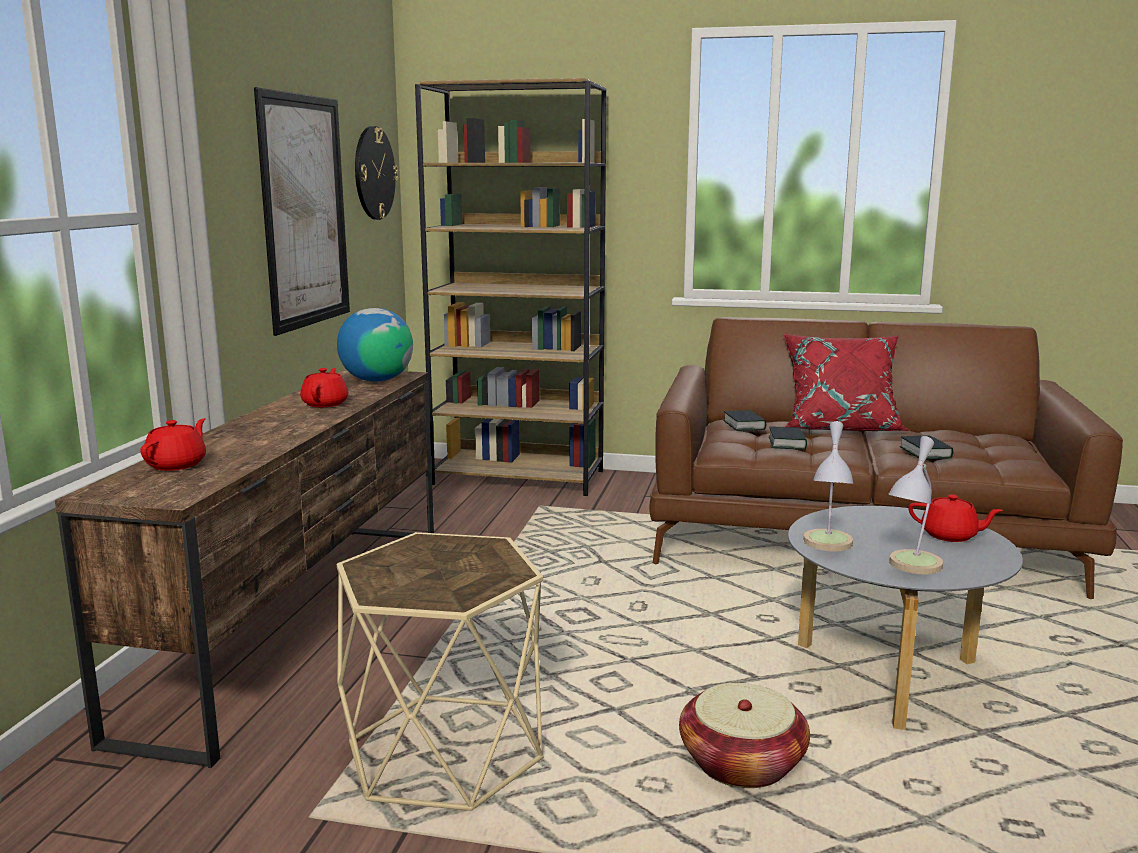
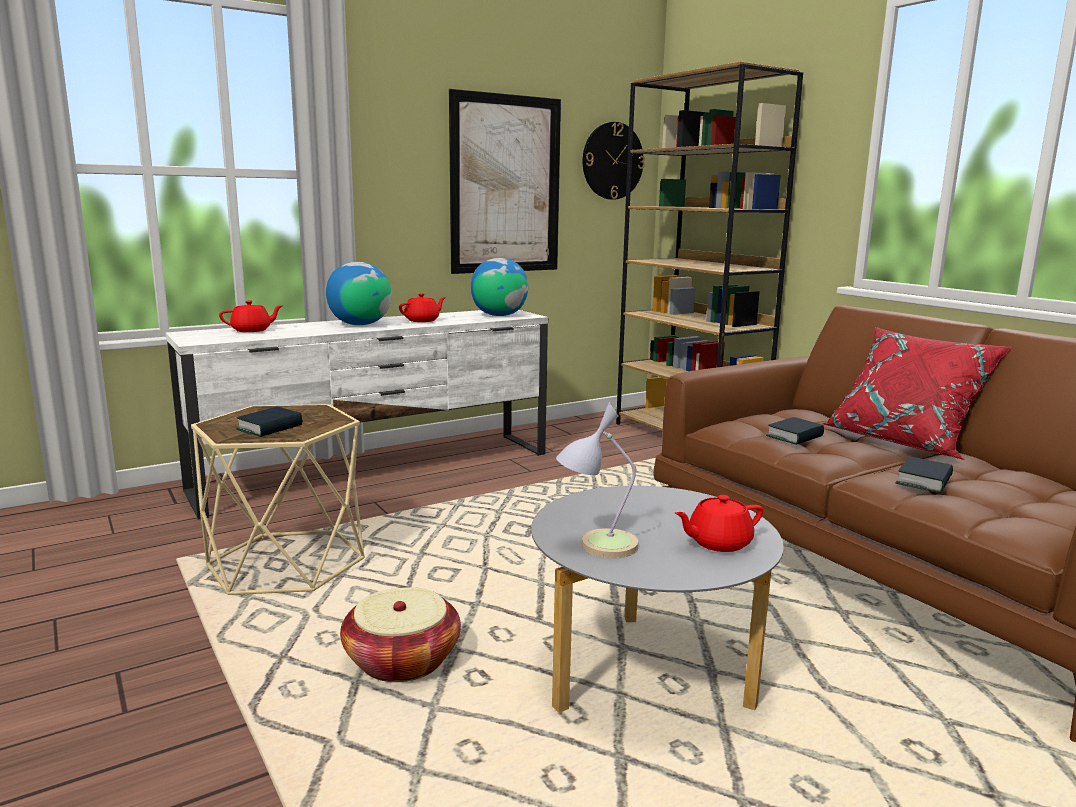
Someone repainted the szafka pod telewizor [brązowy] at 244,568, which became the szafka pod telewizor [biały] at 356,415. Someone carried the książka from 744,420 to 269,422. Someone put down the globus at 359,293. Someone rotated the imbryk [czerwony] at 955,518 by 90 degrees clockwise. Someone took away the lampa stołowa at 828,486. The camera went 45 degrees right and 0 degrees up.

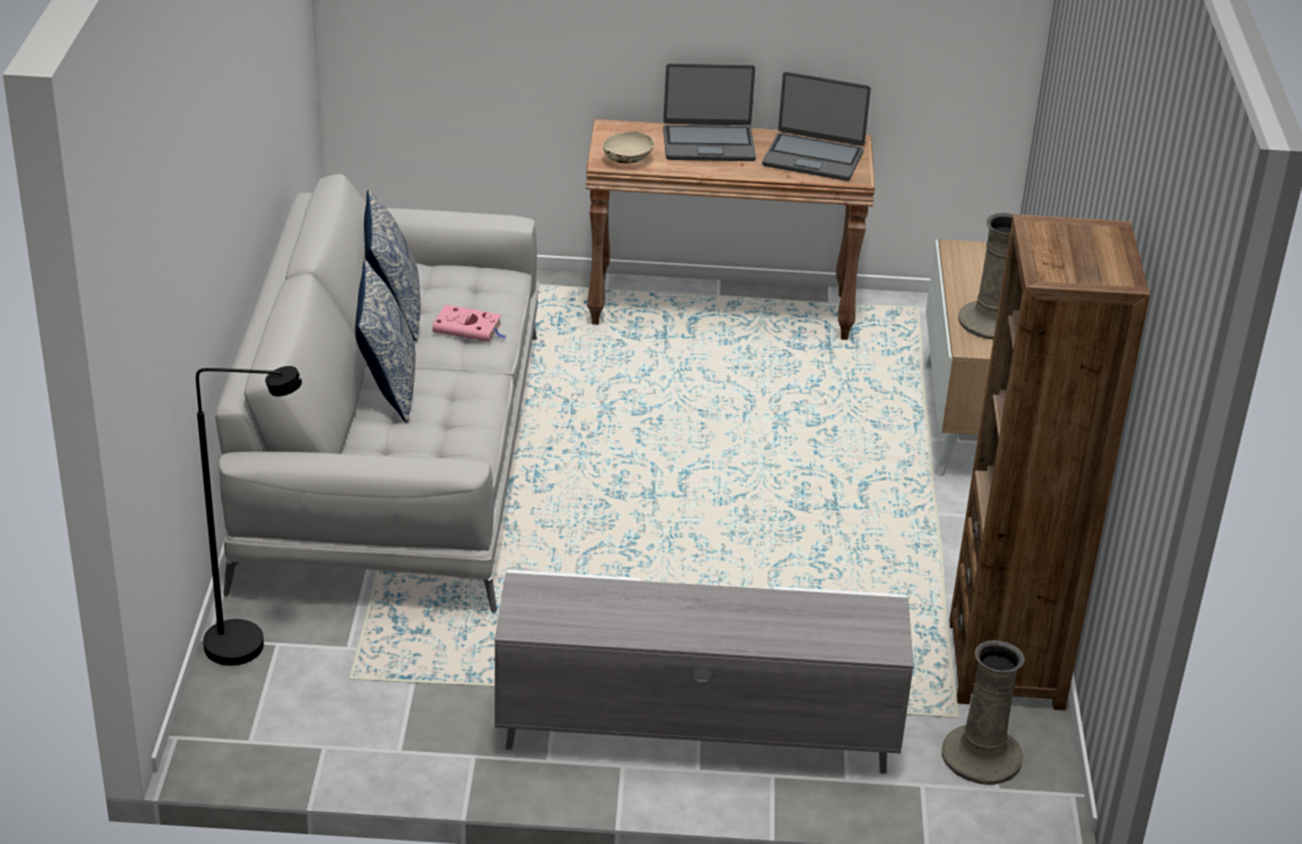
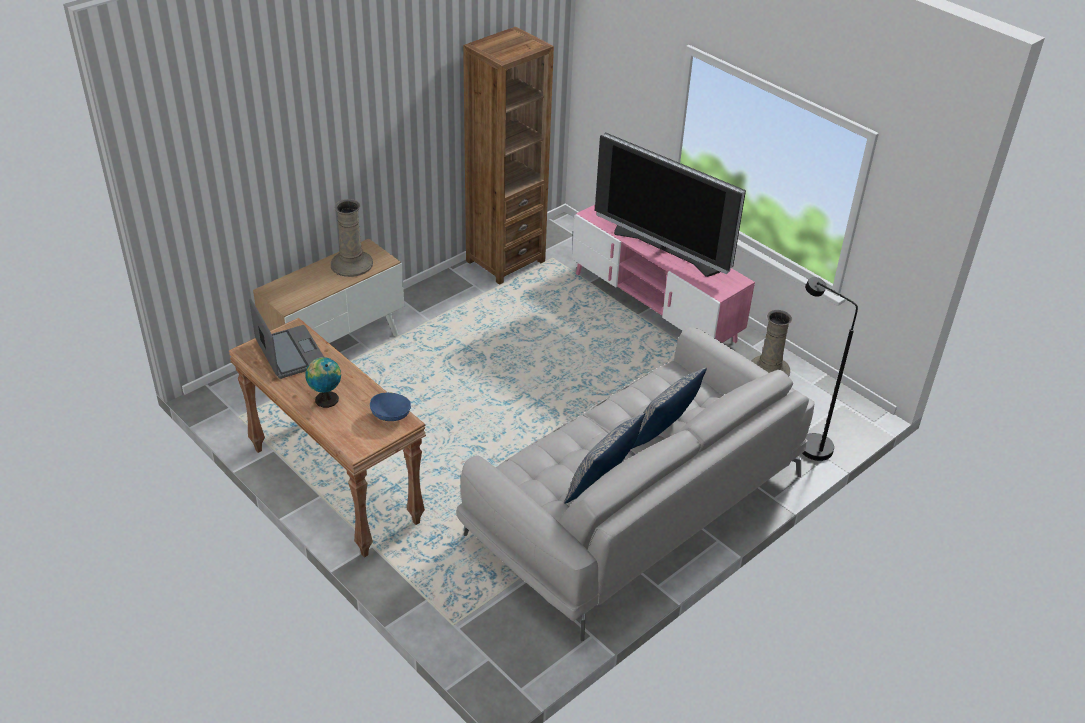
Someone swapped the laptop at 709,112 for the globus at 323,382. Someone repainted the miska [beżowy] at 628,147, which became the miska [niebieski] at 390,406. Someone repainted the szafka pod telewizor [szary] at 704,672, which became the szafka pod telewizor [różowy] at 663,274. Someone put down the telewizor at 670,204. Someone carried the wazon [beżowy] from 983,712 to 771,343. Someone took away the książka [różowy] at 469,323. The camera went 135 degrees left and 5 degrees up.

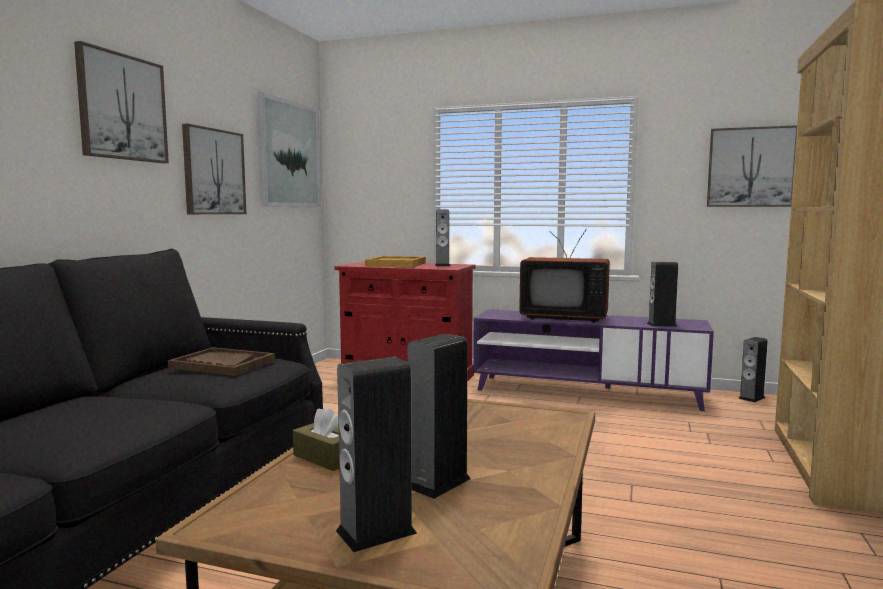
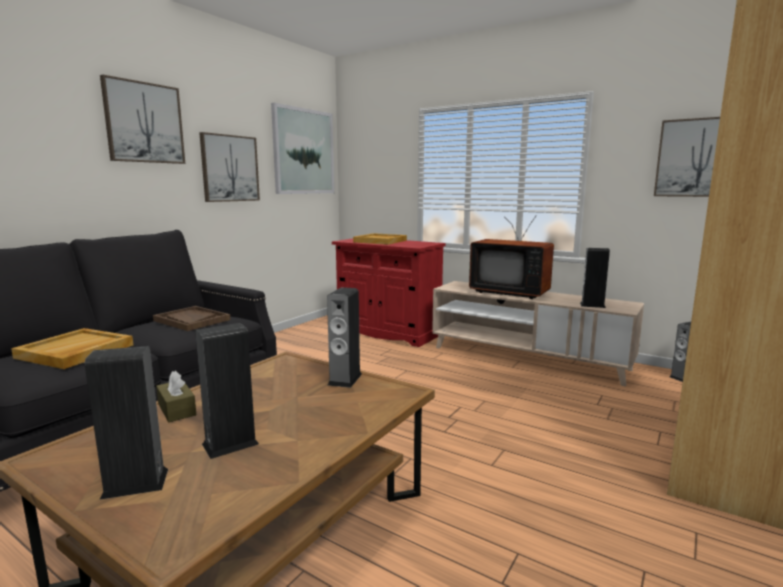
Someone put down the taca [beżowy] at 72,348. Someone carried the głośnik from 442,237 to 344,337. Someone repainted the szafka pod telewizor [fioletowy] at 593,360, which became the szafka pod telewizor [beżowy] at 538,334. The camera went 15 degrees right and 5 degrees up.

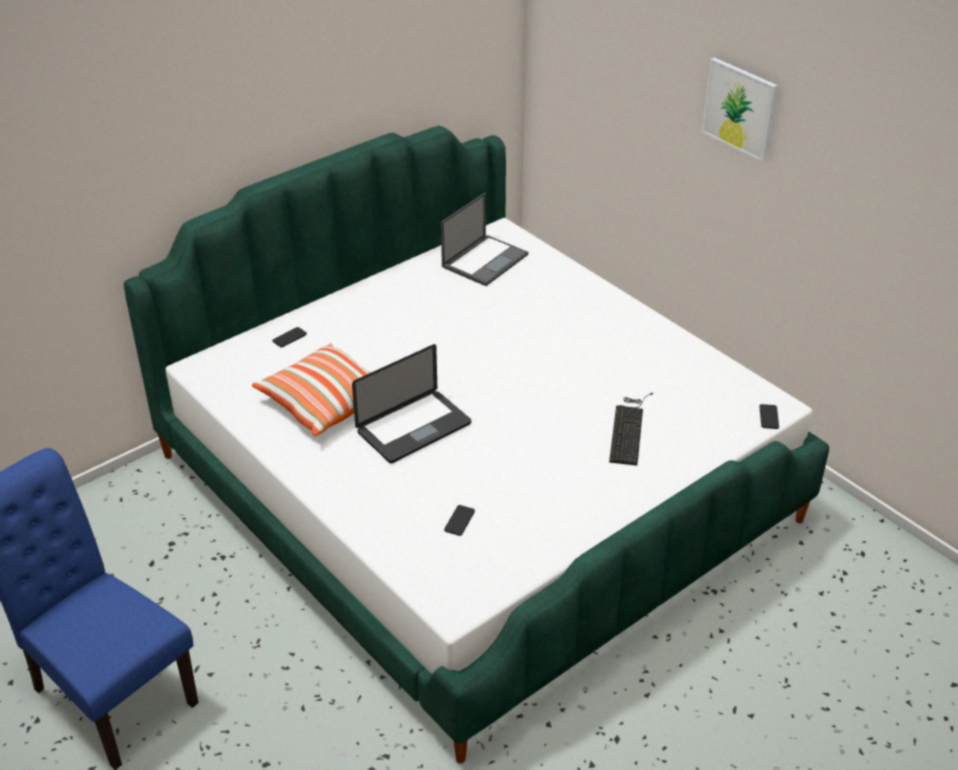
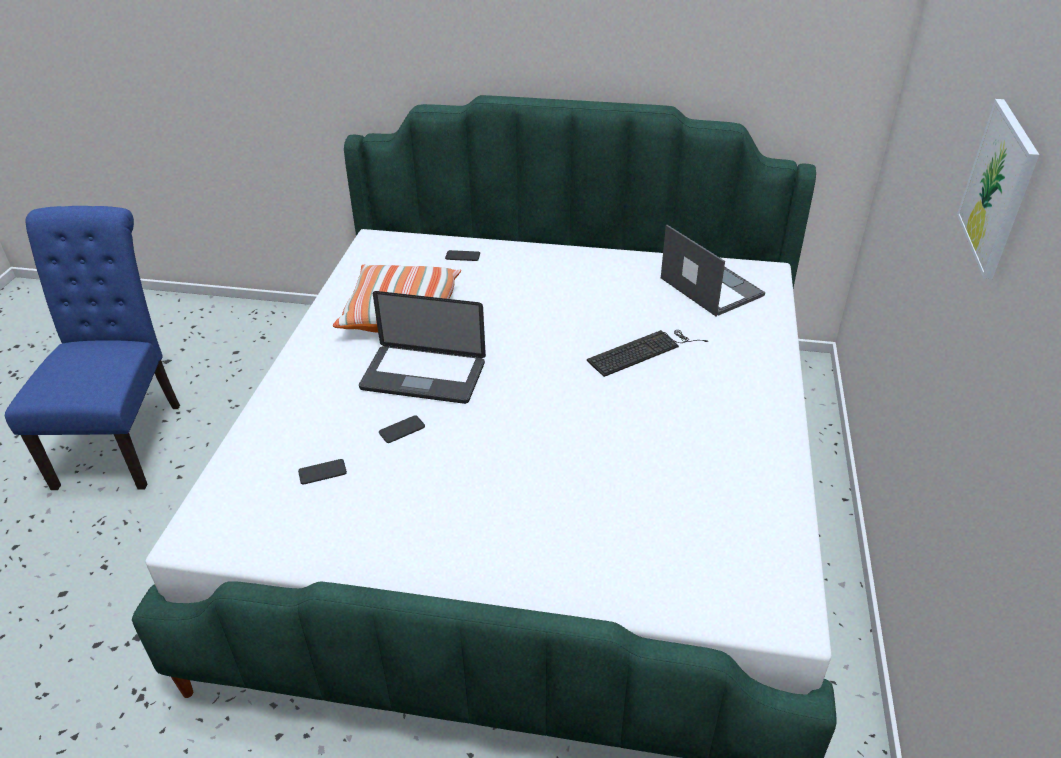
Someone carried the telefon from 769,416 to 402,429. Someone carried the klawiatura from 631,429 to 647,353. Someone rotated the laptop at 484,239 by 120 degrees counterclockwise. The camera went 50 degrees right and 0 degrees up.

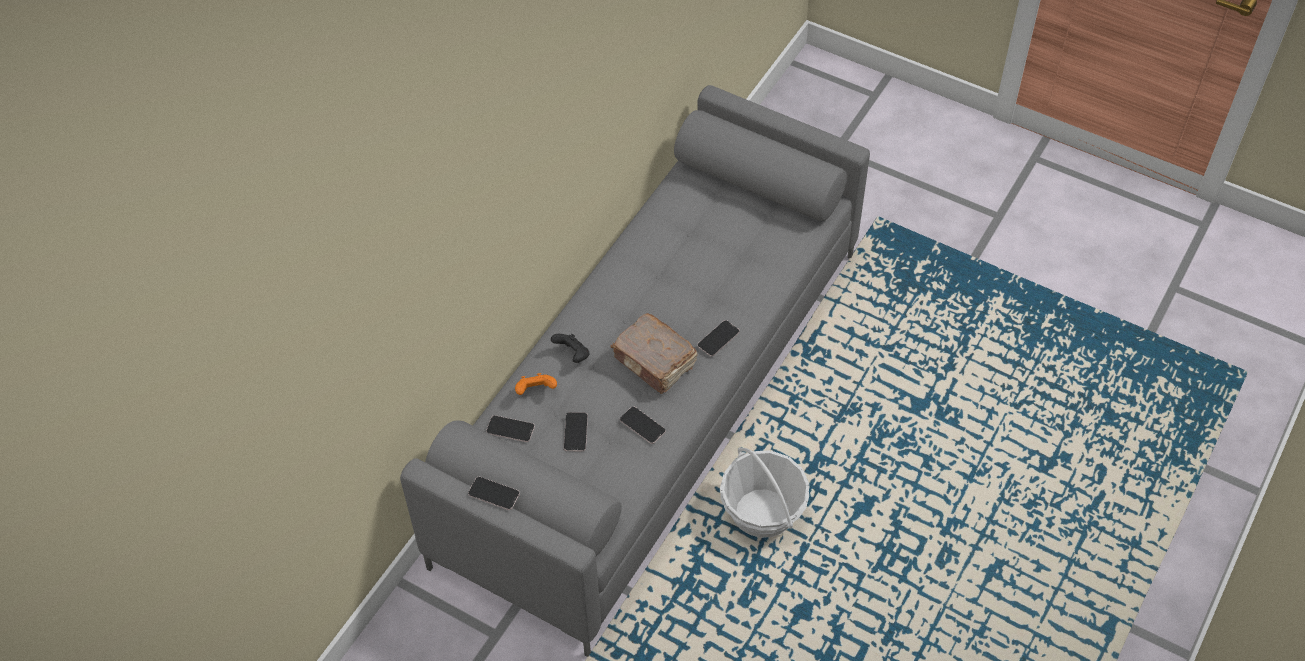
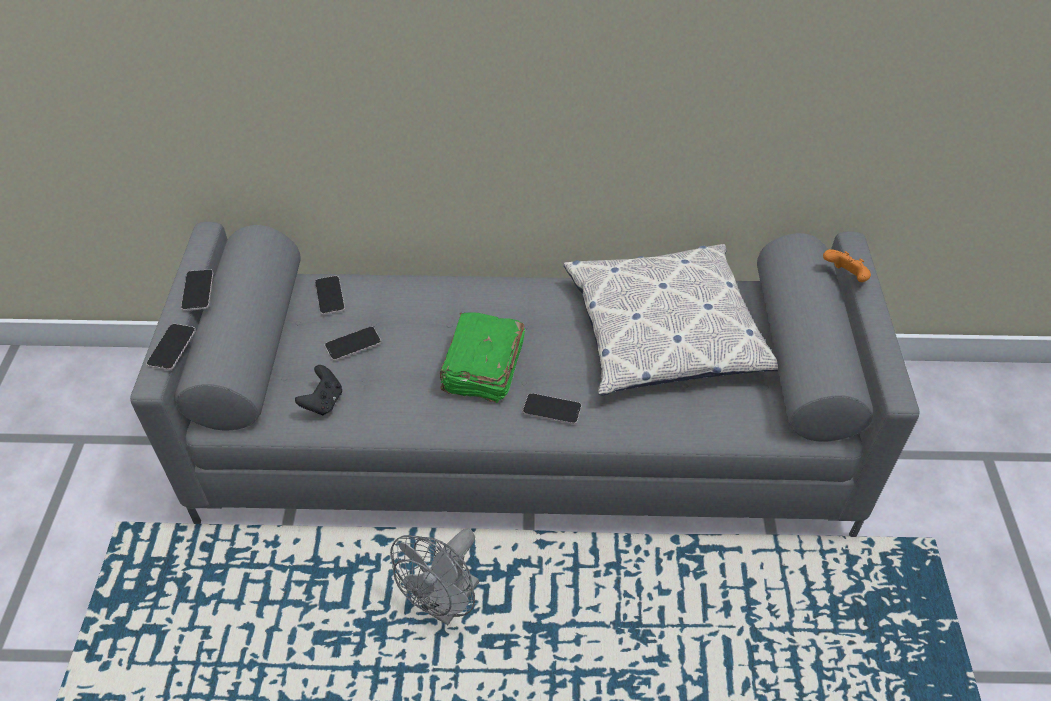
Someone carried the telefon from 643,425 to 171,347. Someone carried the pad do gier [czarny] from 570,348 to 318,390. Someone swapped the koszyk at 764,492 for the wentylator [szary] at 434,577. Someone repainted the książka [brązowy] at 653,353, which became the książka [zielony] at 482,357. Someone put down the poduszka at 670,319. Someone carried the pad do gier [pomarańczowy] from 536,384 to 847,265. The camera went 60 degrees right and 5 degrees down.

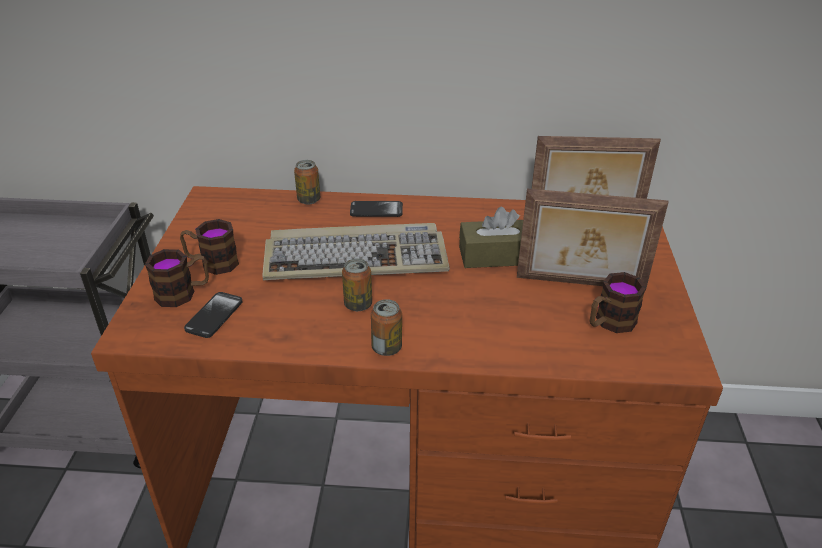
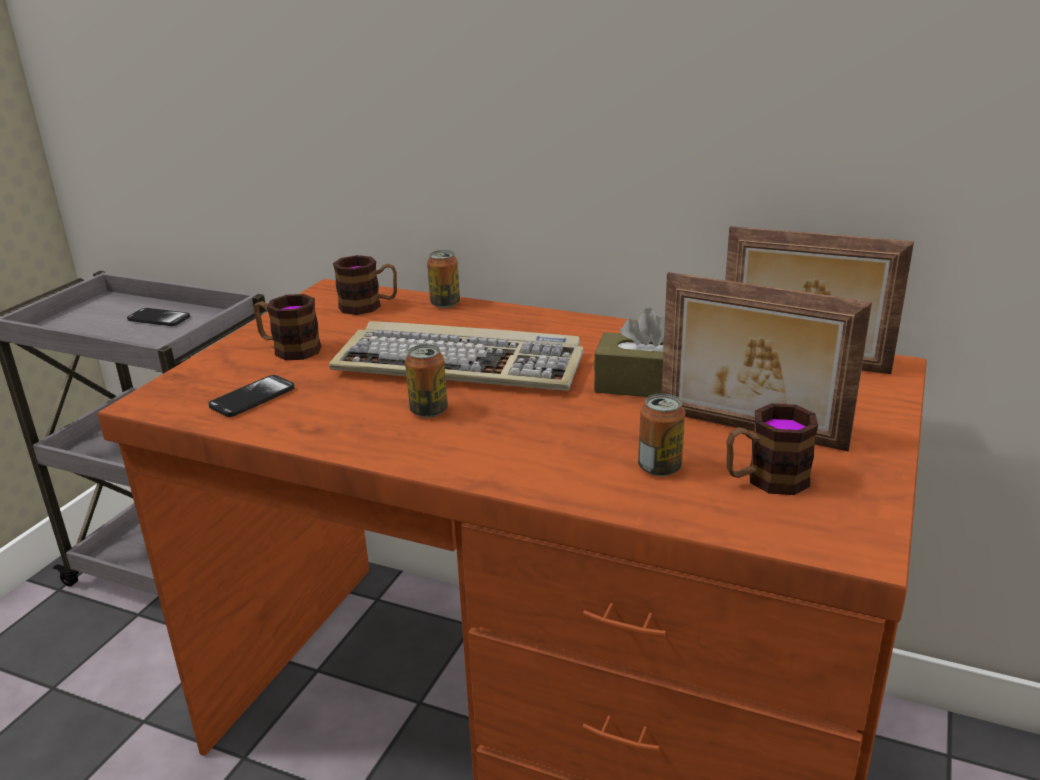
Someone carried the telefon from 376,209 to 158,317. Someone carried the kubek from 177,278 to 365,285. Someone carried the puszka from 386,327 to 661,434. The camera went 20 degrees right and 10 degrees down.

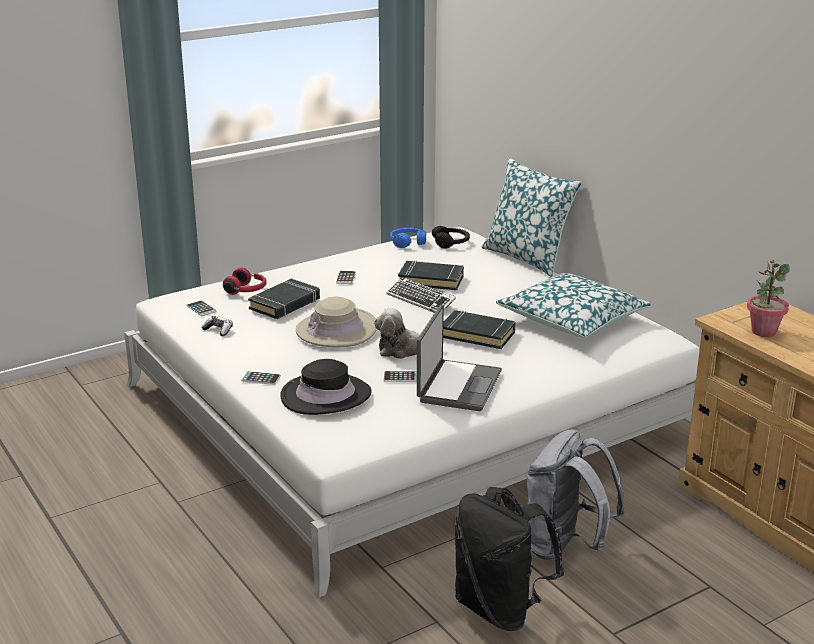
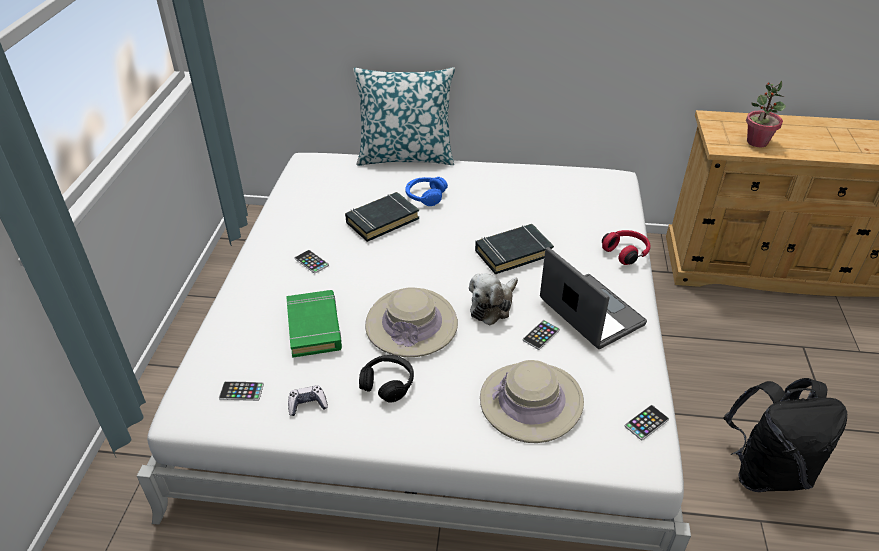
Someone repainted the książka [czarny] at 284,299, which became the książka [zielony] at 314,324. Someone carried the słuchawki [czarny] from 451,237 to 386,379. Someone carried the słuchawki [niebieski] from 408,238 to 426,191. Someone repainted the kapelusz [czarny] at 326,387, which became the kapelusz [beżowy] at 532,401. Someone carried the słuchawki [czerwony] from 245,281 to 626,247. Someone carried the telefon from 261,378 to 646,423. Someone took away the klawiatura at 421,295. Someone took away the poduszka at 574,305. Someone took away the plecak [szary] at 575,494. The camera went 50 degrees left and 15 degrees up.

